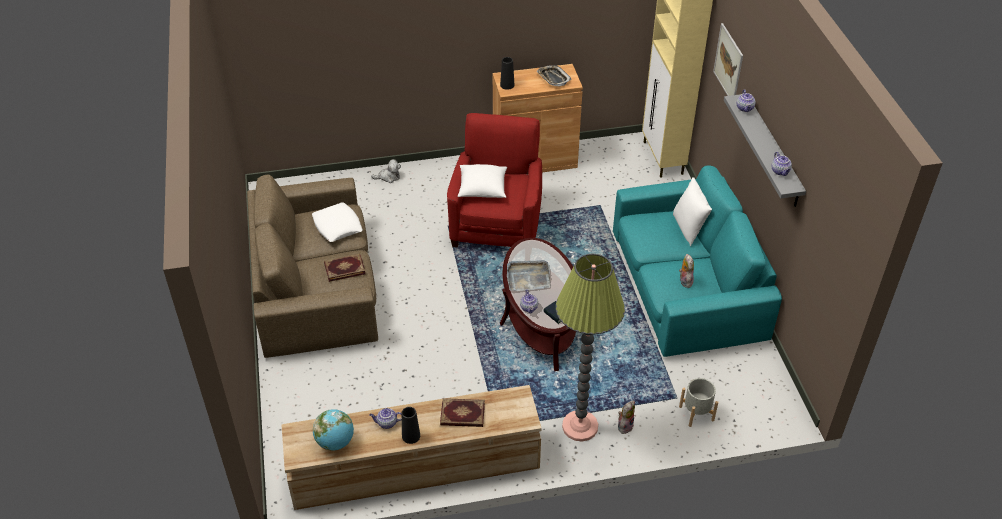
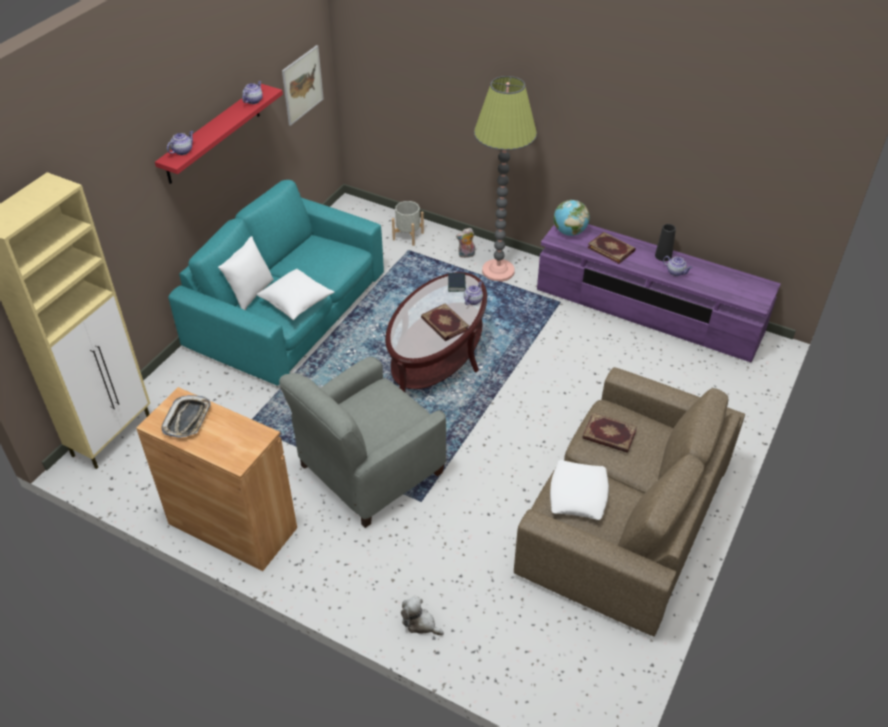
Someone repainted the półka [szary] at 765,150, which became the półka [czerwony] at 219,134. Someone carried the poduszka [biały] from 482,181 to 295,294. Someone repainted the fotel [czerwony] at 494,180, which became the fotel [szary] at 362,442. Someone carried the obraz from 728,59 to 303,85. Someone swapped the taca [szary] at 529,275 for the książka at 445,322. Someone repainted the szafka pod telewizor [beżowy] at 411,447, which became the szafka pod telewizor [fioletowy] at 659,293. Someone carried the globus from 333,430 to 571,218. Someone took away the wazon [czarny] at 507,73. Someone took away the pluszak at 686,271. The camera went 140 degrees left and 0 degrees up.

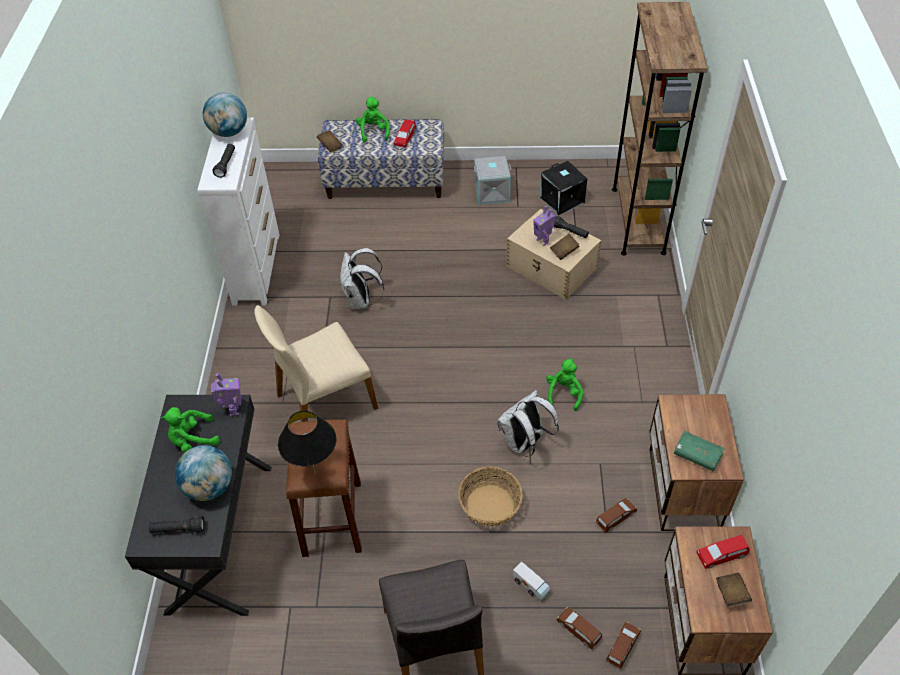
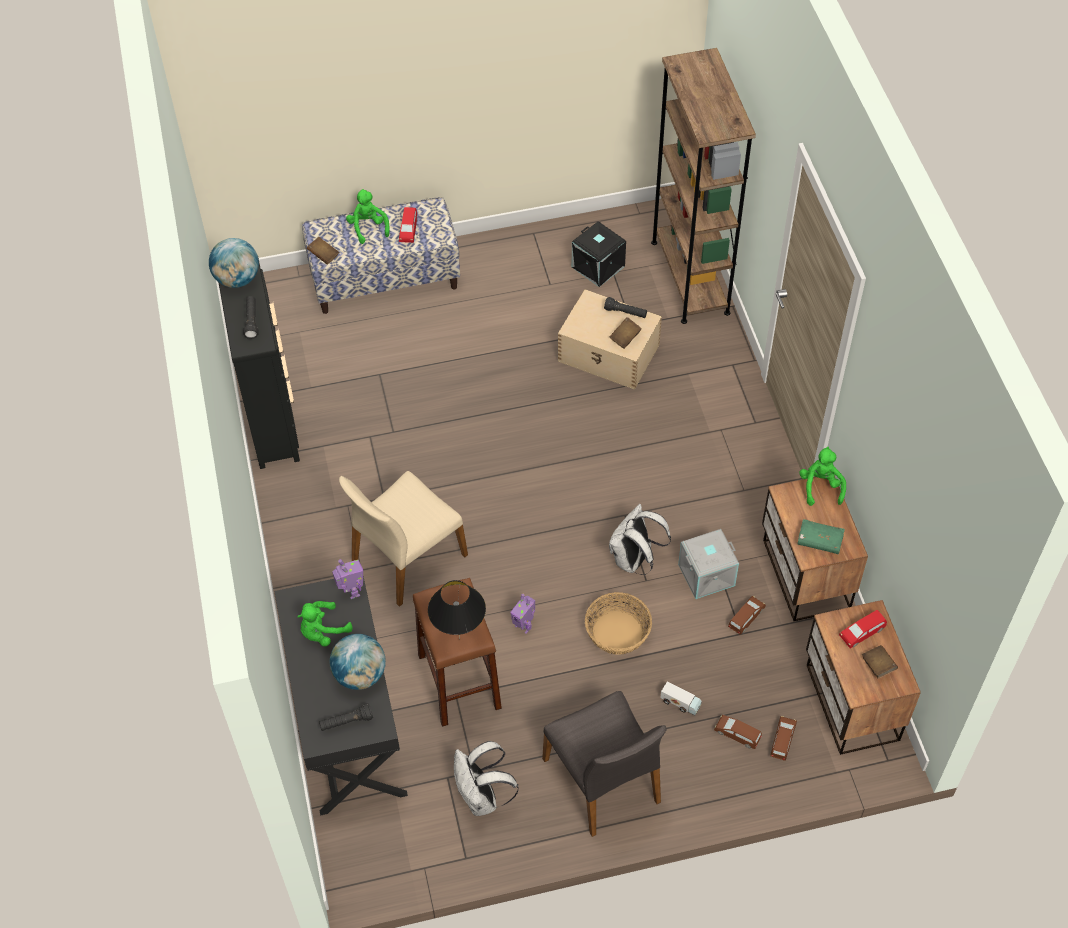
Someone repainted the komoda [biały] at 238,211, which became the komoda [czarny] at 259,363. Someone carried the plecak [biały] from 362,278 to 486,778. Someone carried the robot zabawkowy from 544,226 to 522,614. Someone carried the pojemnik do przechowywania [szary] from 493,180 to 708,564. Someone carried the pluszak [zielony] from 564,385 to 822,476. The camera went 15 degrees left and 5 degrees up.

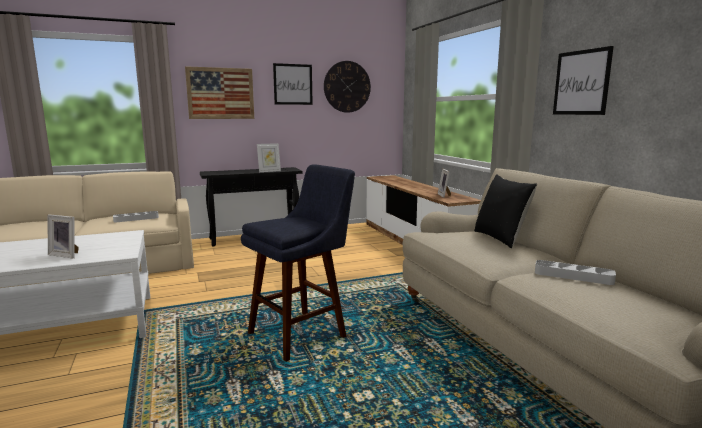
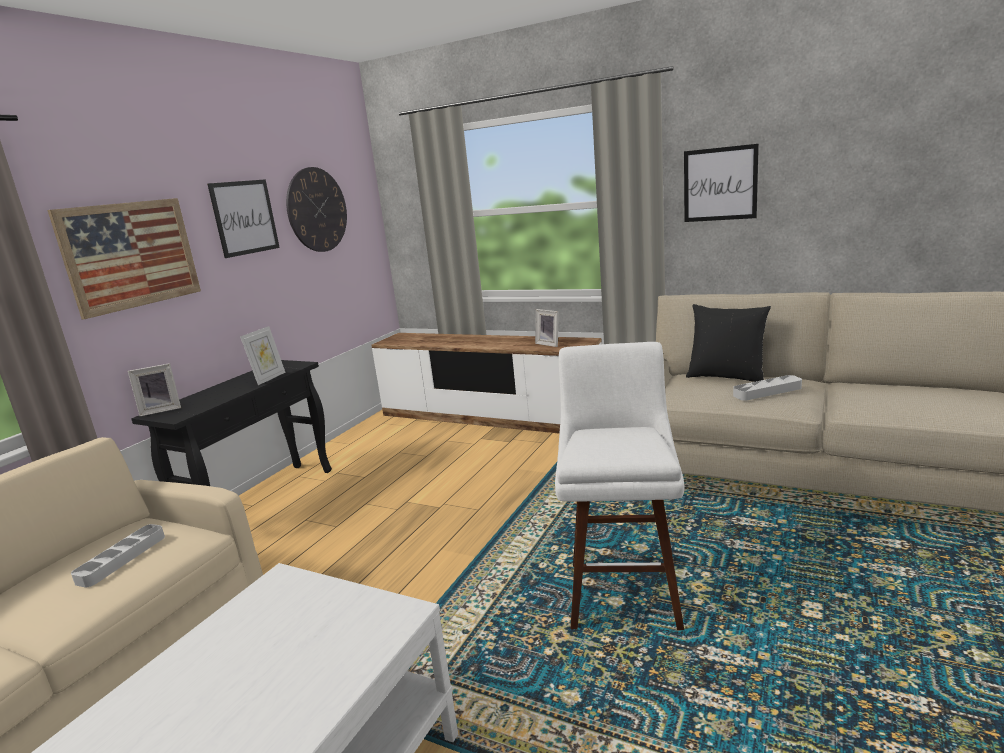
Someone carried the ramka na zdjęcie from 63,236 to 154,389. Someone repainted the stołek [niebieski] at 298,263, which became the stołek [biały] at 620,486. Someone carried the taca [szary] from 575,272 to 767,388. The camera went 40 degrees left and 5 degrees up.

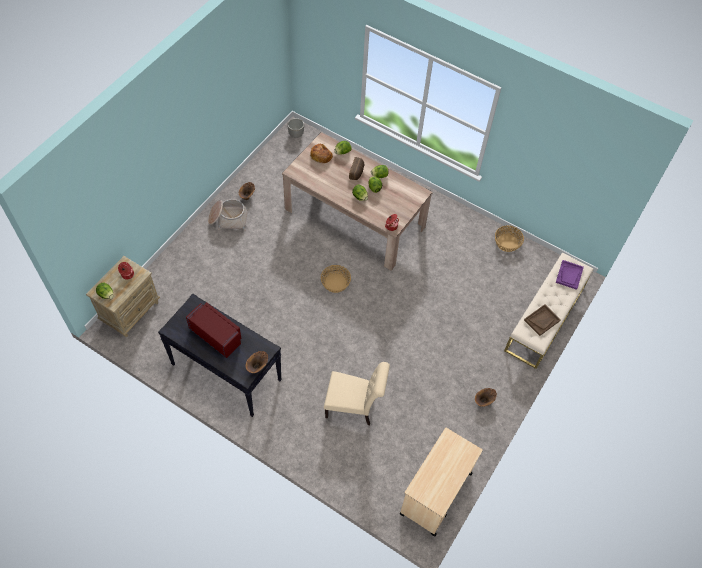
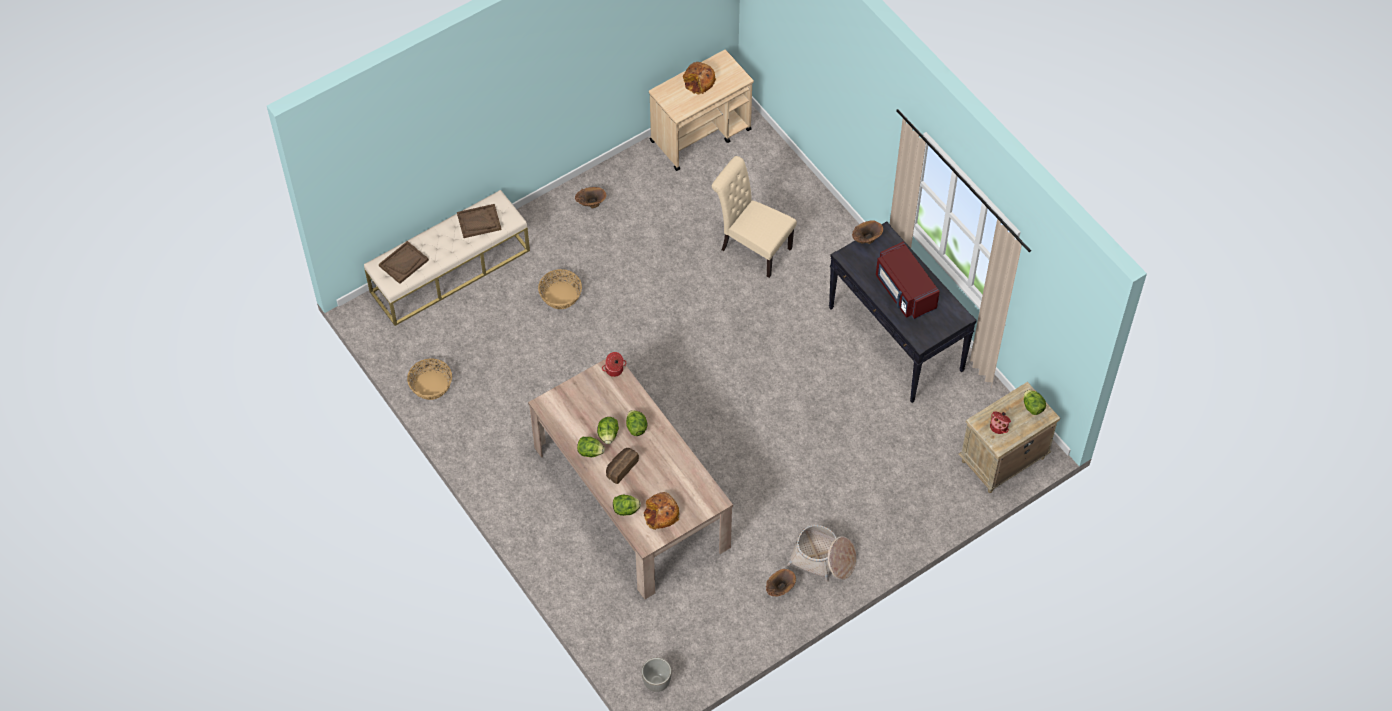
Someone repainted the taca [fioletowy] at 570,275, which became the taca [brązowy] at 404,262. Someone carried the koszyk from 336,279 to 560,289. Someone put down the chleb at 699,78. The camera went 155 degrees left and 0 degrees up.

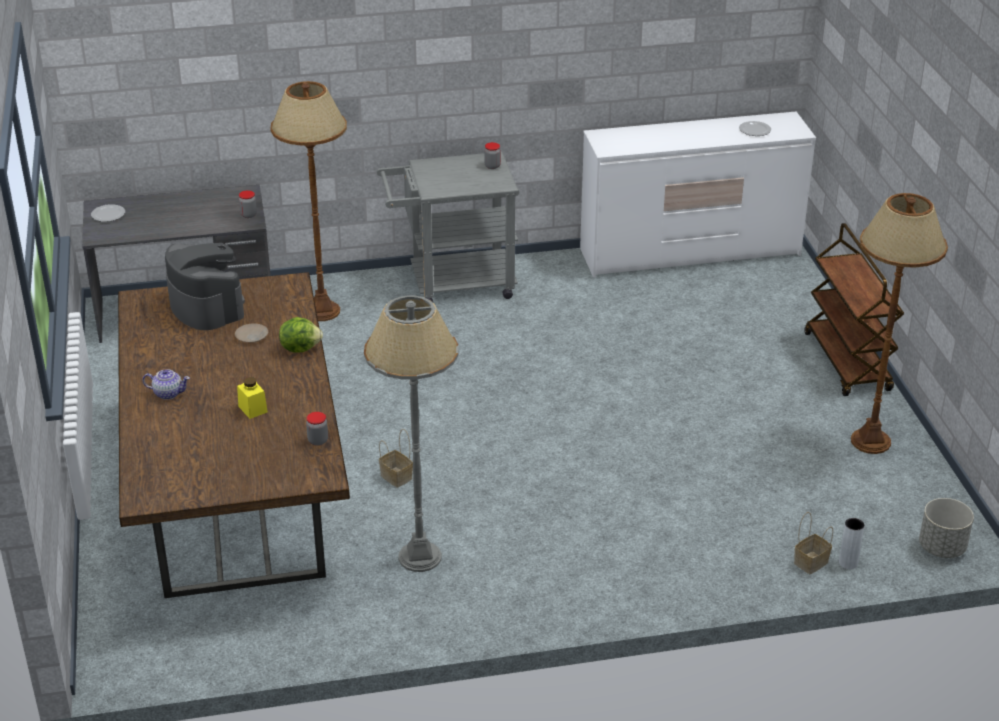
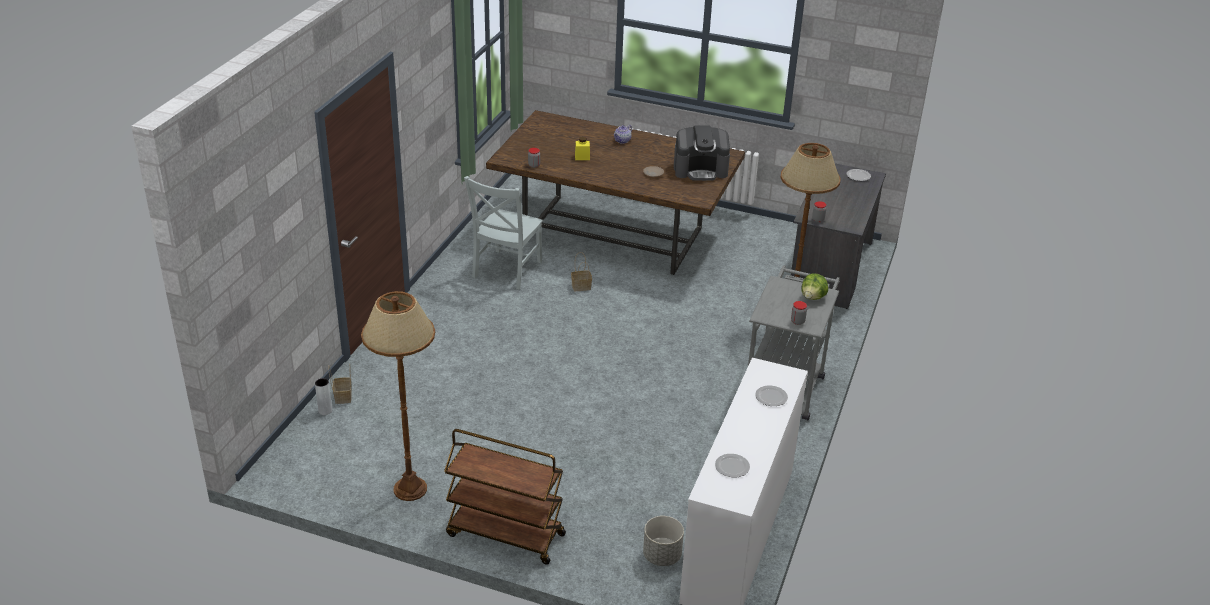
Someone swapped the lampa stojąca [szary] at 411,434 for the krzesło [szary] at 503,232. Someone carried the donica [szary] from 946,528 to 663,541. Someone put down the talerz at 771,396. Someone carried the sałata from 301,335 to 815,286. The camera went 120 degrees right and 0 degrees up.

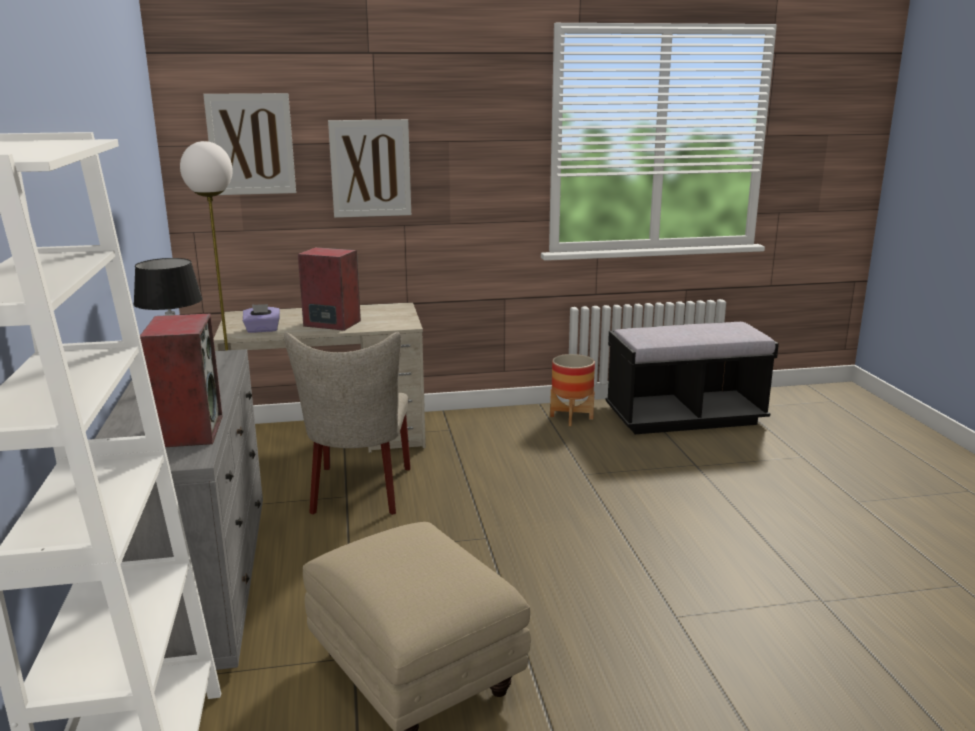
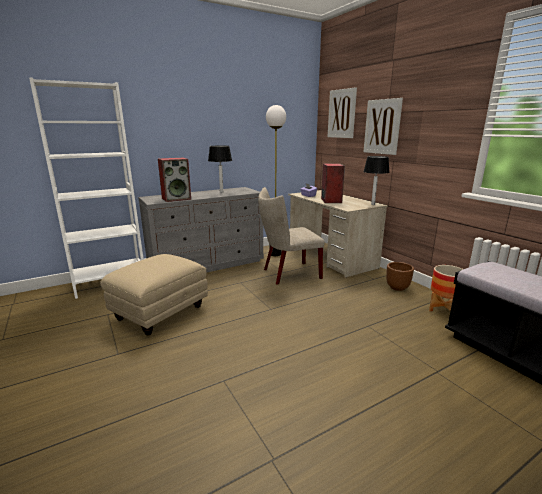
Someone put down the lampa stołowa at 376,180. Someone put down the donica [brązowy] at 400,276. The camera went 70 degrees right and 0 degrees up.

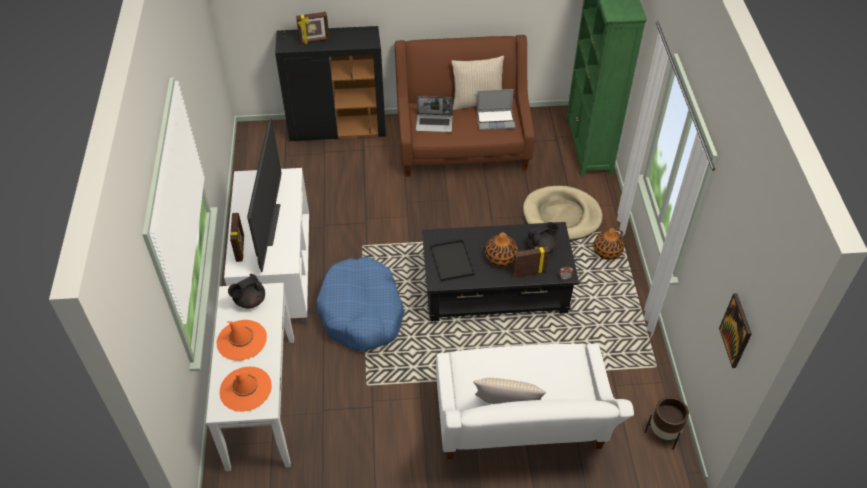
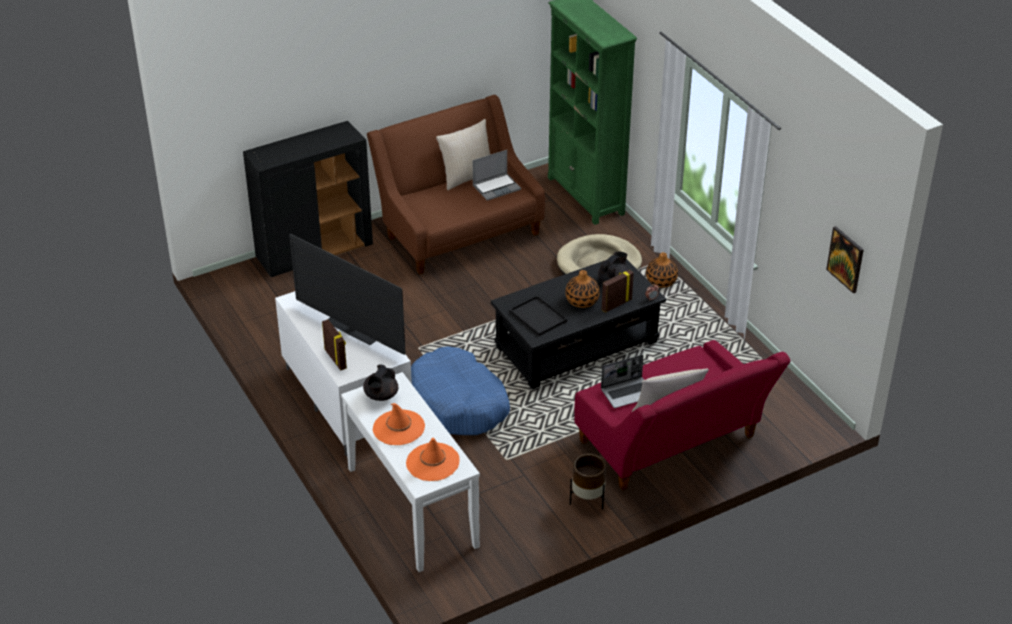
Someone rotated the telewizor at 264,195 by 150 degrees clockwise. Someone carried the donica [brązowy] from 667,423 to 588,481. Someone repainted the kanapa [biały] at 535,401, which became the kanapa [czerwony] at 682,415. Someone carried the laptop from 434,114 to 622,381. Someone took away the ramka na zdjęcie at 313,28. The camera went 25 degrees left and 10 degrees down.

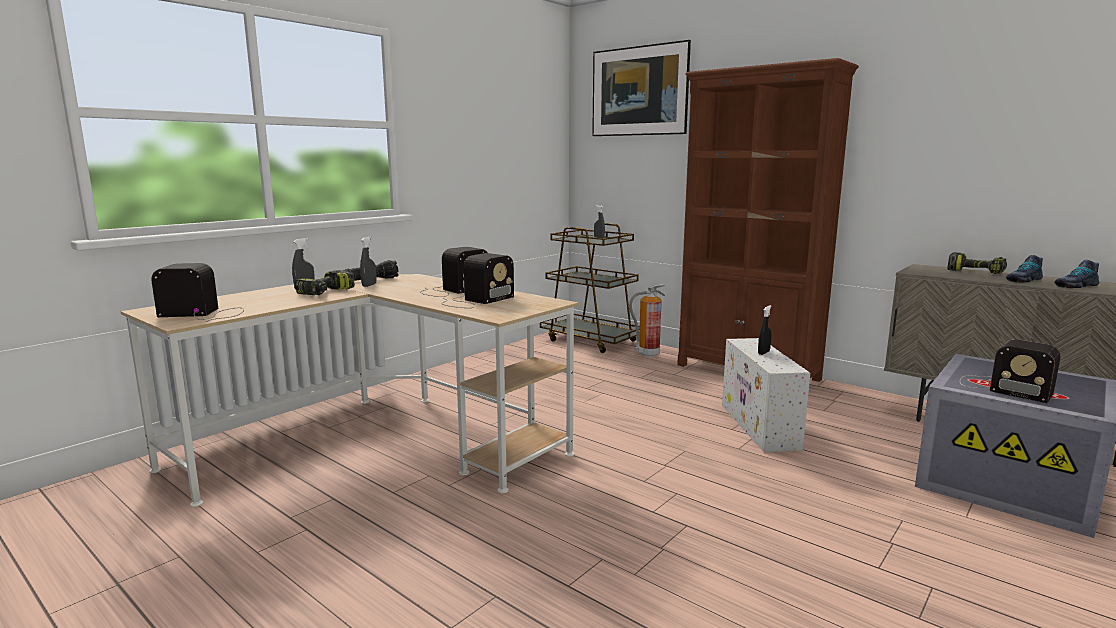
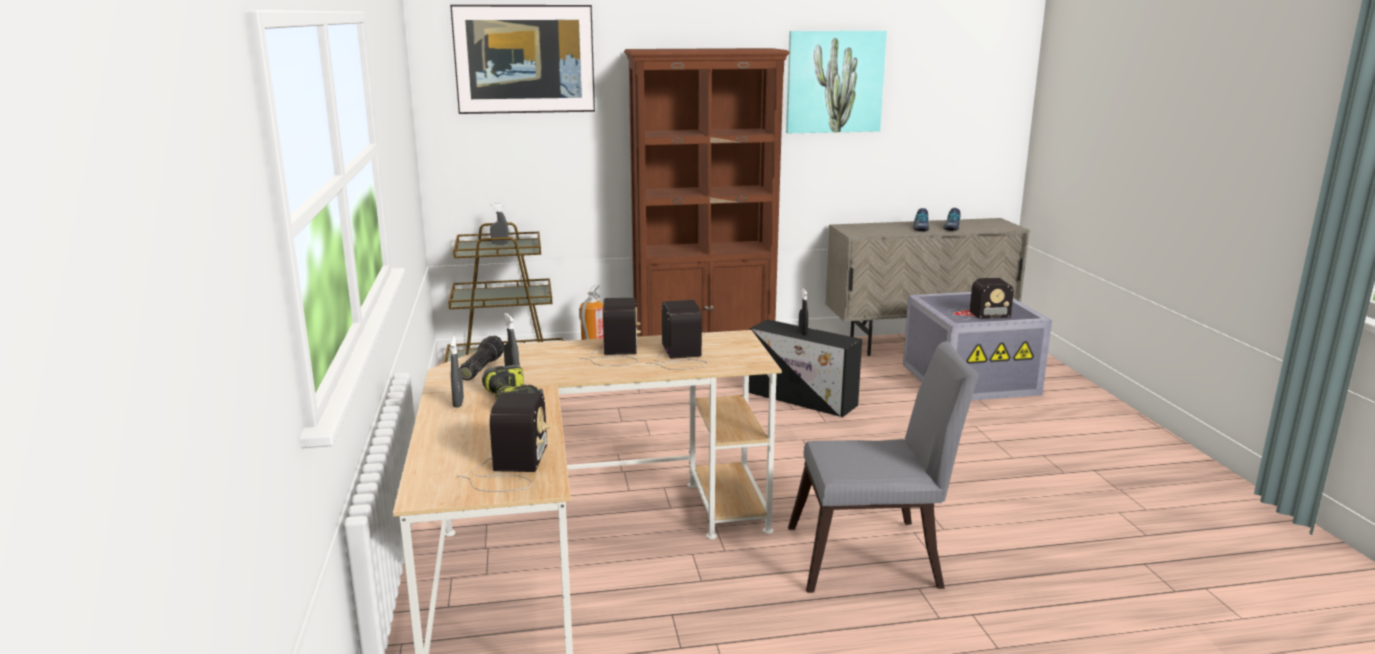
Someone rotated the radio at 197,292 by 150 degrees clockwise. Someone repainted the pojemnik do przechowywania [biały] at 766,395, which became the pojemnik do przechowywania [czarny] at 805,368. Someone put up the obraz at 836,82. Someone put down the krzesło [szary] at 883,467. Someone took away the wiertarka at 977,263. The camera went 50 degrees left and 5 degrees up.

